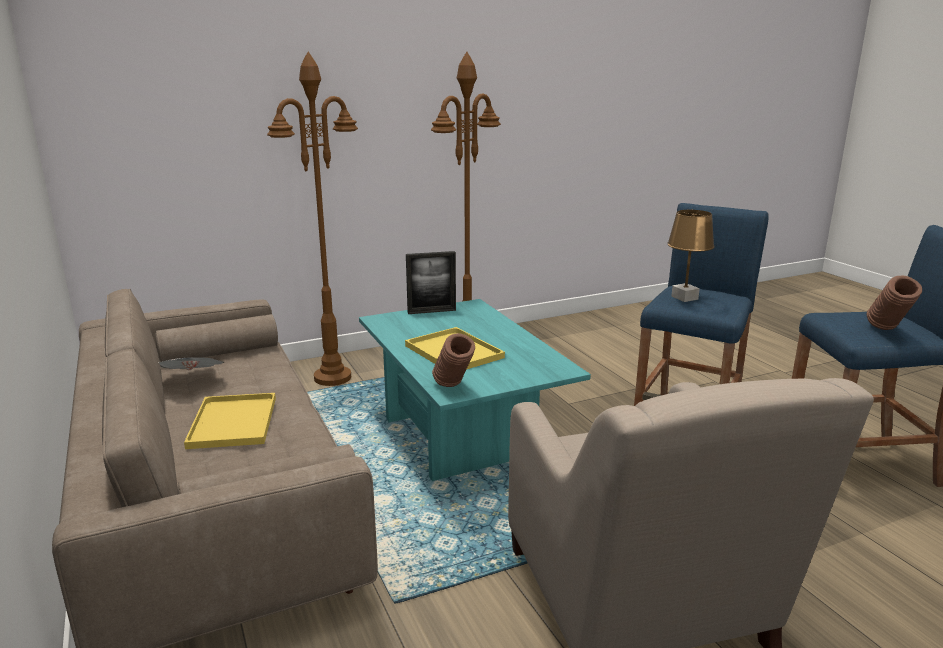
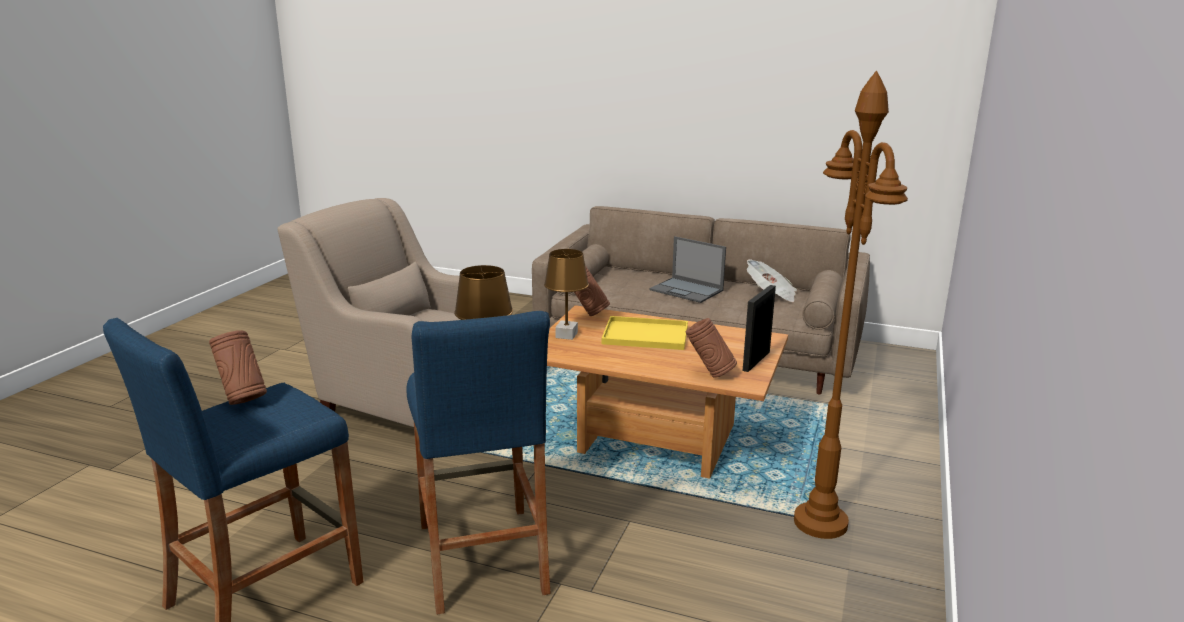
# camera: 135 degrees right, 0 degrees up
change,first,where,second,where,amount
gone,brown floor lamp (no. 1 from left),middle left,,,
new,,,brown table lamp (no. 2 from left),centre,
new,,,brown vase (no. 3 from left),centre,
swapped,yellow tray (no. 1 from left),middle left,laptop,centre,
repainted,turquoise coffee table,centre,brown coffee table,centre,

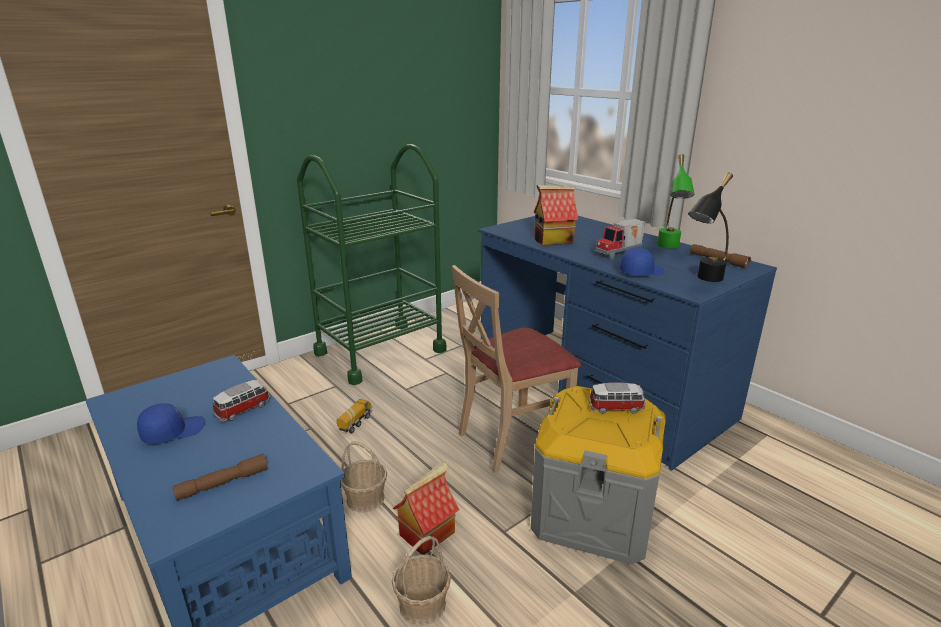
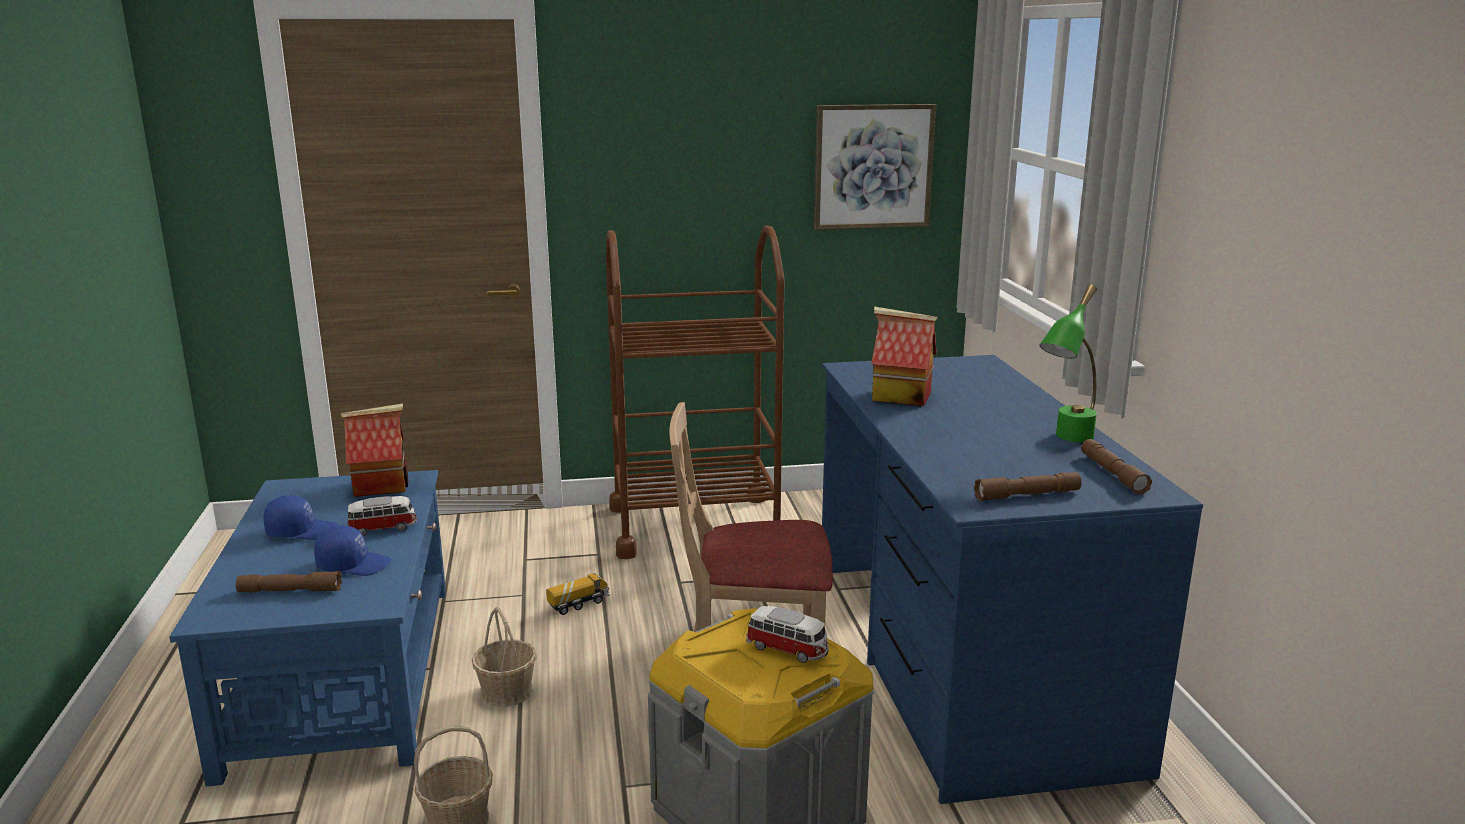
# camera: 30 degrees right, 5 degrees down
change,first,where,second,where,amount
gone,toy truck (no. 2 from left),centre,,,
new,,,picture,top centre,
shifted,toy house (no. 1 from left),bottom centre,,middle left,
shifted,blue cap (no. 2 from left),middle right,,bottom left,
swapped,black table lamp,middle right,brown flashlight (no. 2 from left),middle right,
repainted,green cart,centre,brown cart,centre,

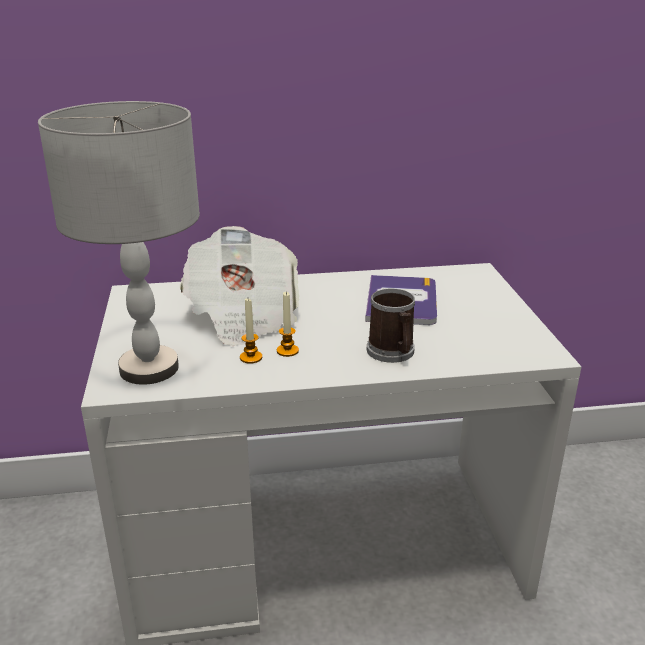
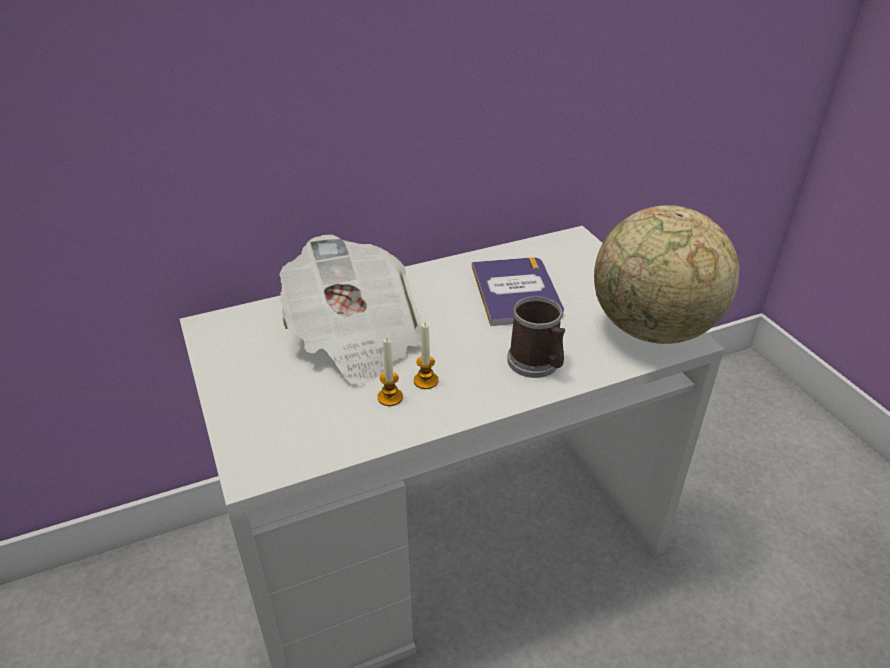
# camera: 15 degrees left, 10 degrees up
change,first,where,second,where,amount
gone,grey table lamp,middle left,,,
new,,,globe,middle right,

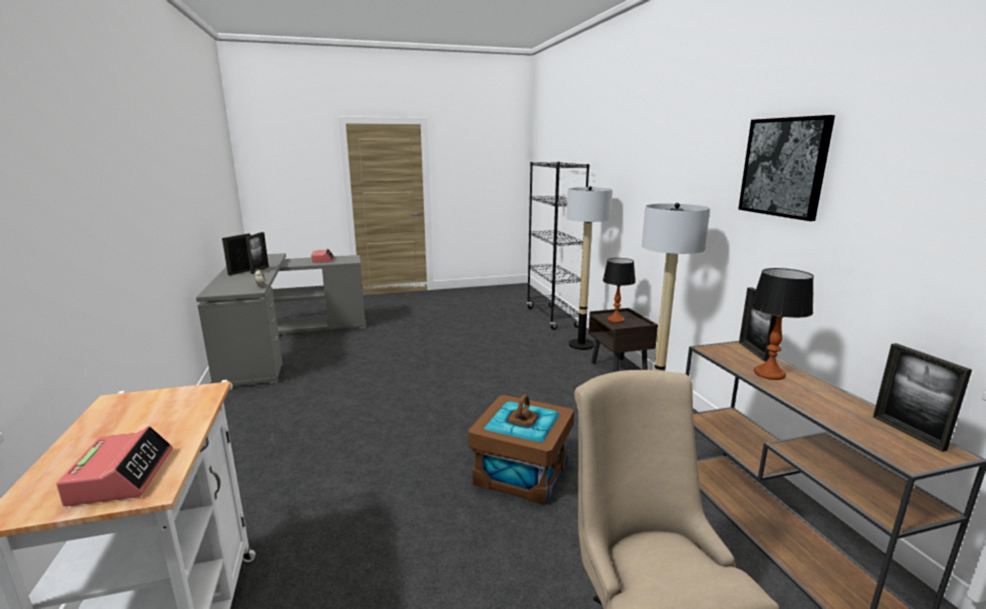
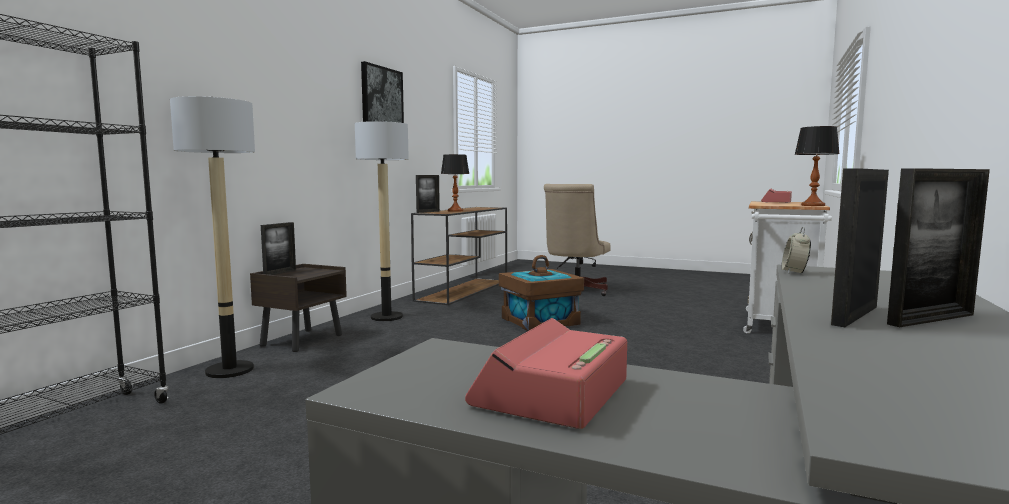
# camera: 140 degrees left, 10 degrees down
change,first,where,second,where,amount
shifted,table lamp (no. 1 from left in the first image),centre,table lamp (no. 2 from left),top right,
shifted,picture frame (no. 4 from left in the first image),middle right,picture frame (no. 1 from left),middle left,

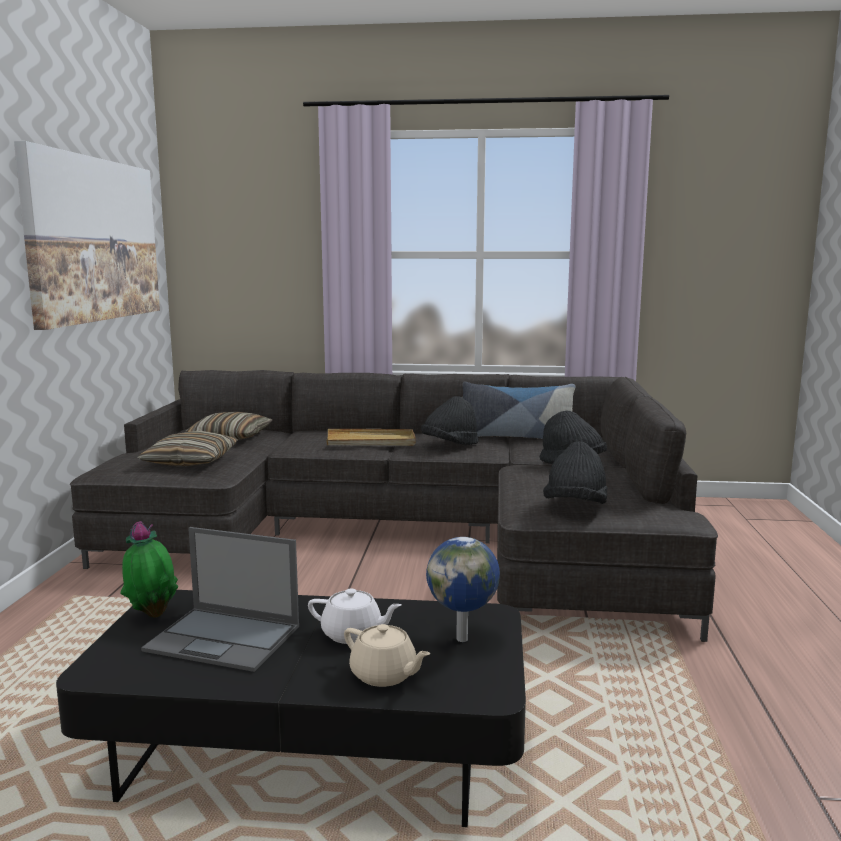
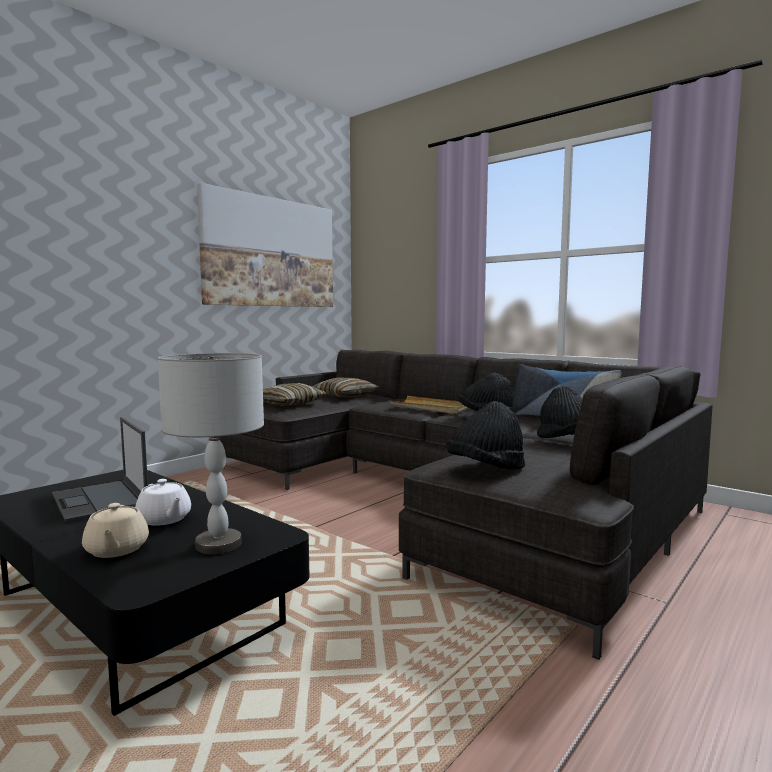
# camera: 35 degrees right, 5 degrees down
change,first,where,second,where,amount
gone,potted plant,bottom left,,,
swapped,globe,bottom centre,grey table lamp,middle left,

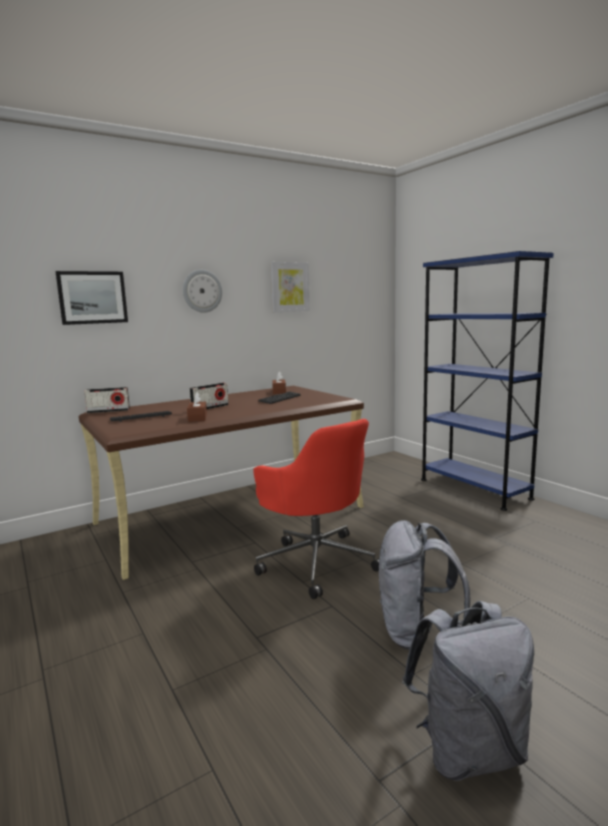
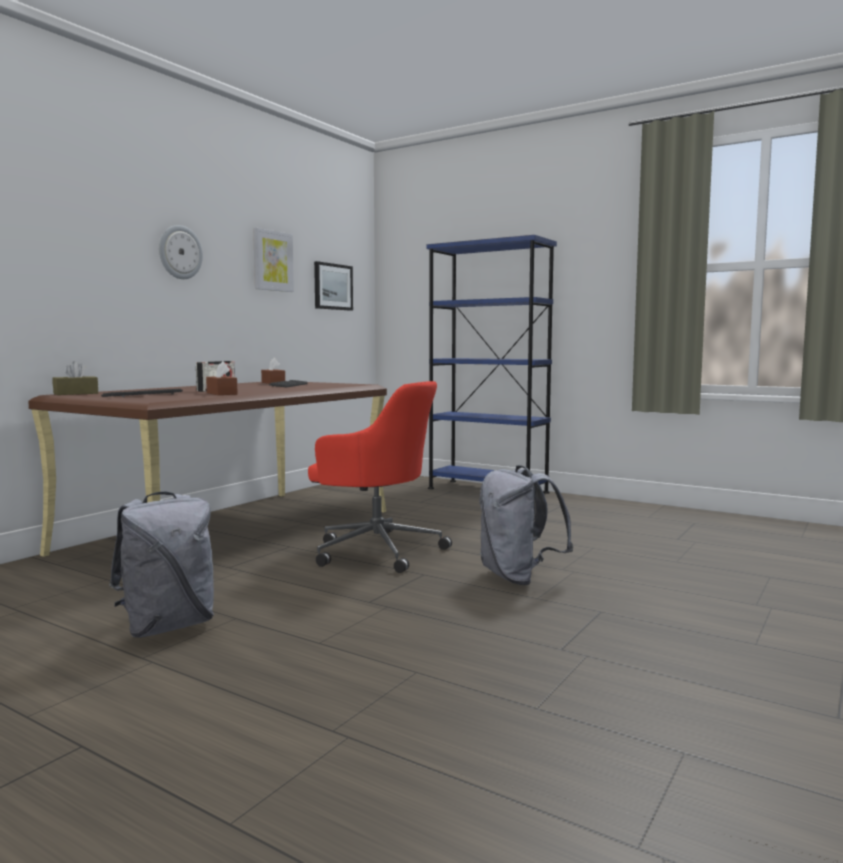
# camera: 25 degrees left, 5 degrees down
change,first,where,second,where,amount
shifted,picture (no. 1 from left in the first image),middle left,picture (no. 2 from left),top centre,
shifted,grey backpack (no. 2 from left in the first image),bottom right,grey backpack (no. 1 from left),middle left,
swapped,radio (no. 1 from left),middle left,brown tissue box (no. 1 from left),middle left,

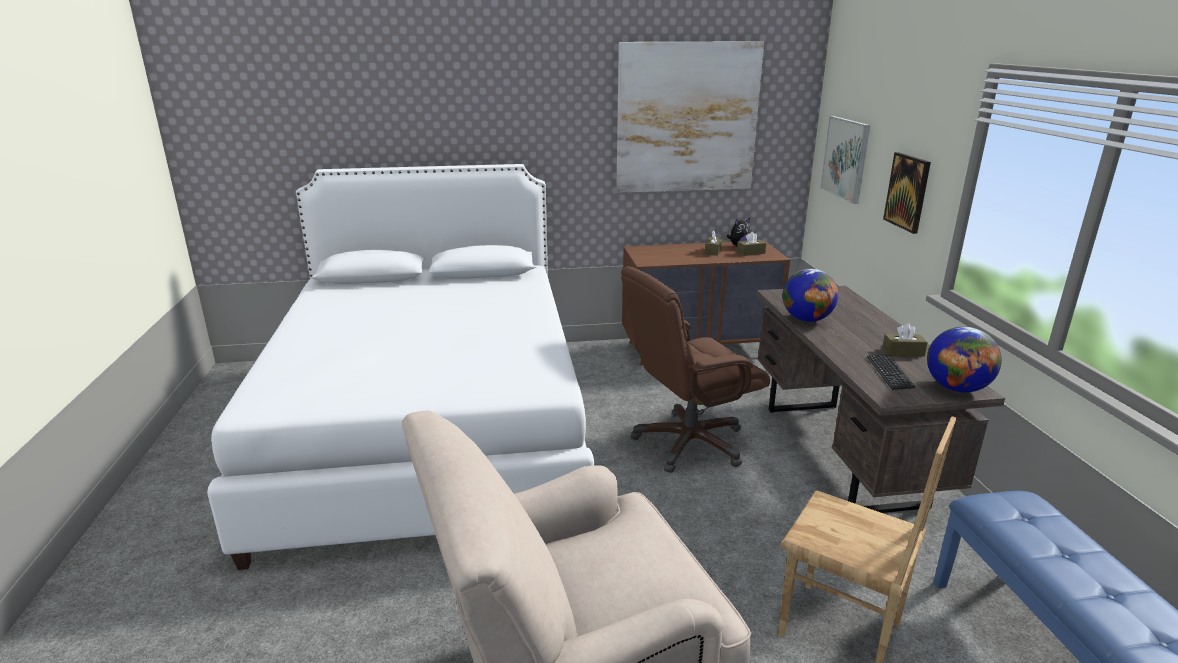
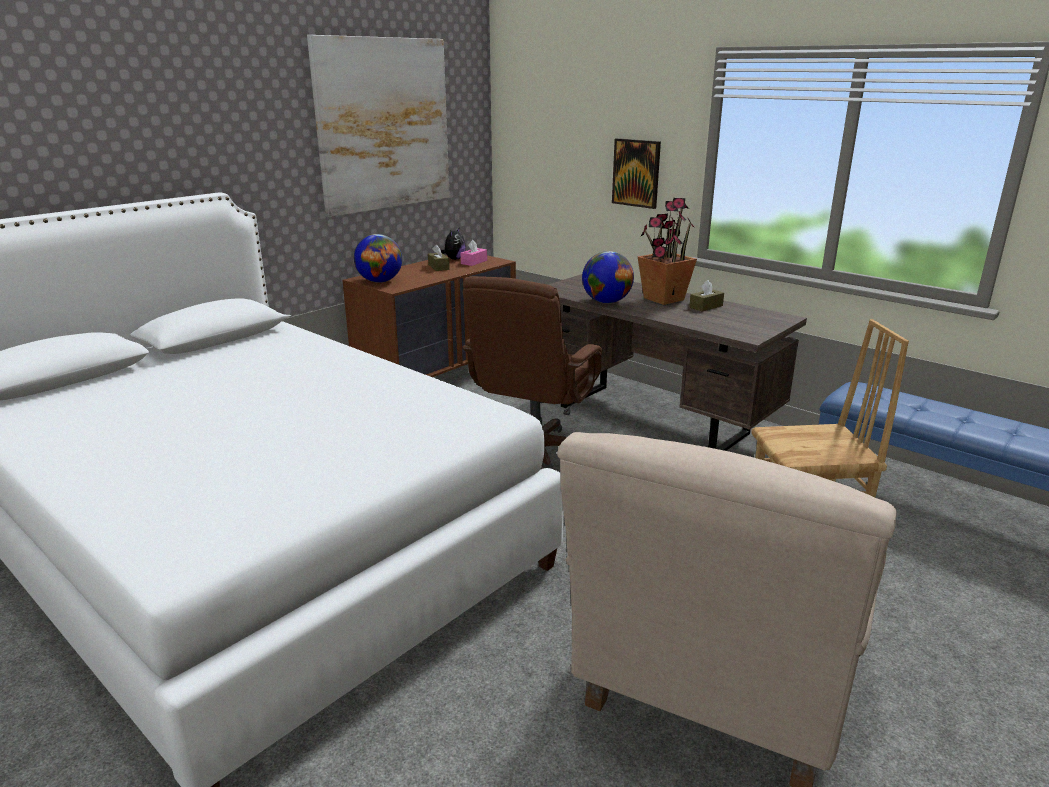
# camera: 40 degrees left, 0 degrees up
change,first,where,second,where,amount
gone,picture (no. 2 from left),top right,,,
gone,keyboard,middle right,,,
new,,,potted plant,top centre,
shifted,globe (no. 2 from left in the first image),middle right,globe (no. 1 from left),top centre,
repainted,brown tissue box (no. 2 from left),centre,pink tissue box,top centre,

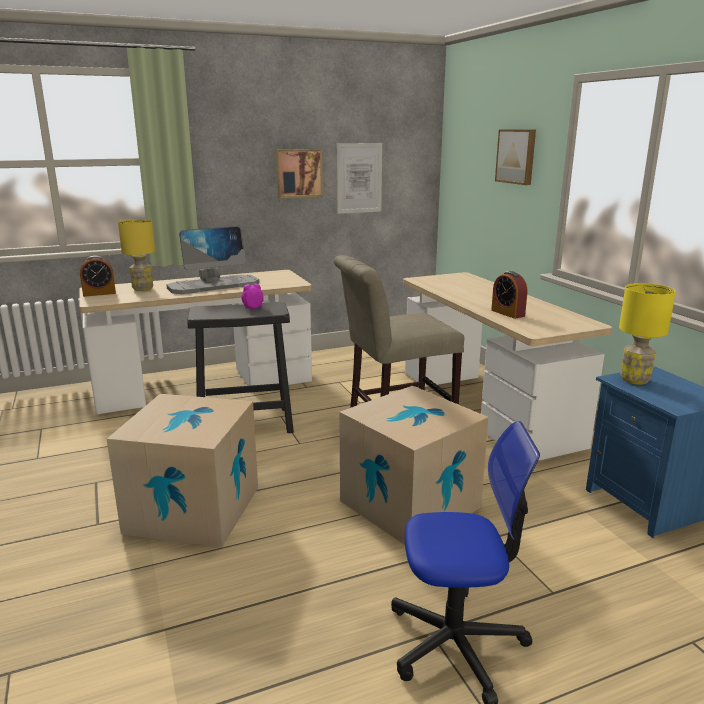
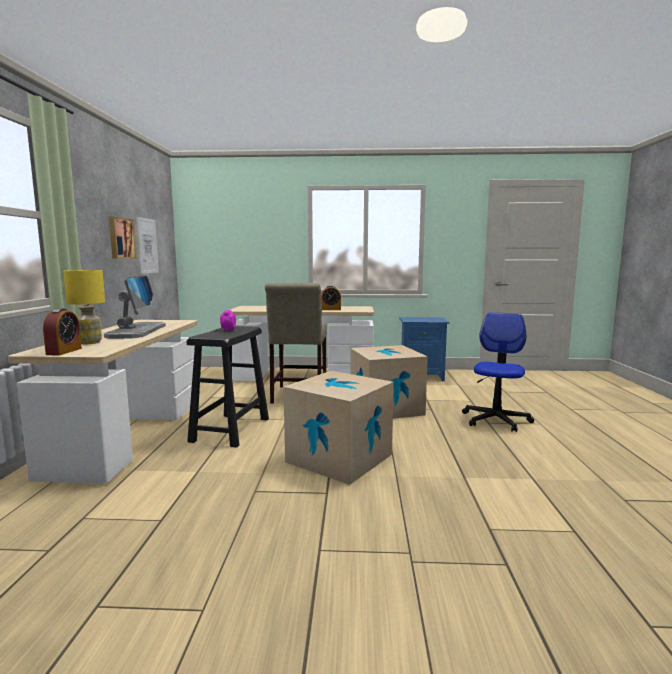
# camera: 65 degrees left, 10 degrees down
change,first,where,second,where,amount
gone,picture (no. 3 from left),top right,,,
gone,yellow table lamp (no. 2 from left),middle right,,,

